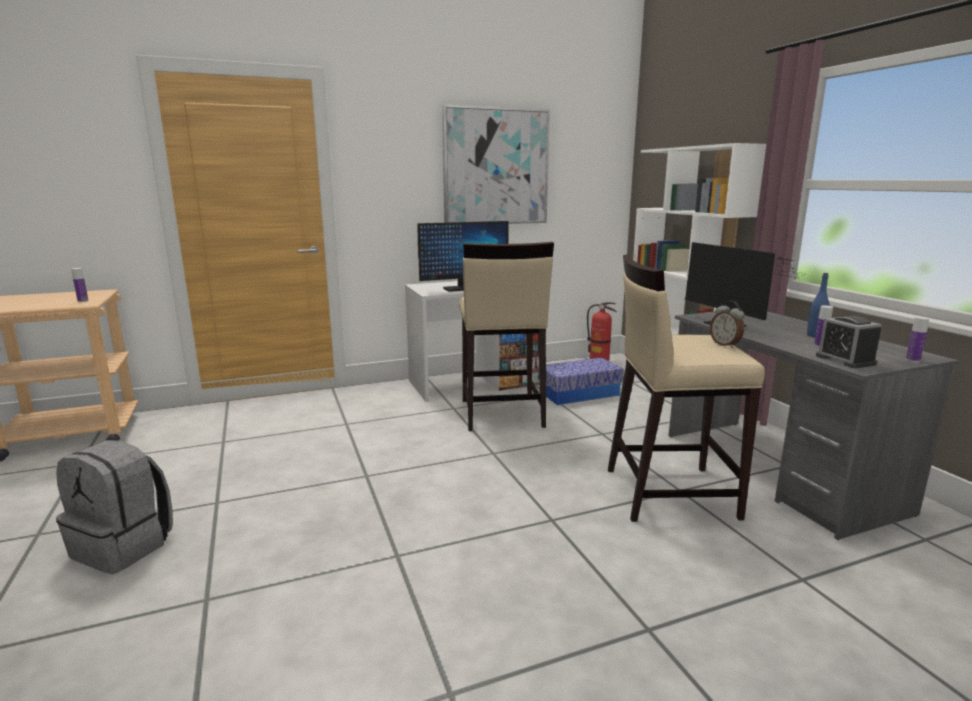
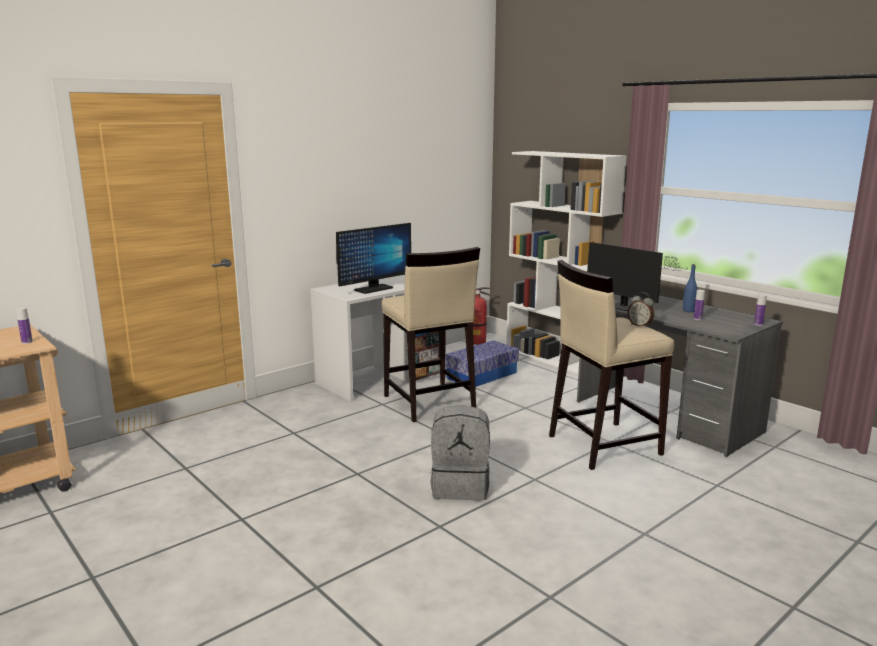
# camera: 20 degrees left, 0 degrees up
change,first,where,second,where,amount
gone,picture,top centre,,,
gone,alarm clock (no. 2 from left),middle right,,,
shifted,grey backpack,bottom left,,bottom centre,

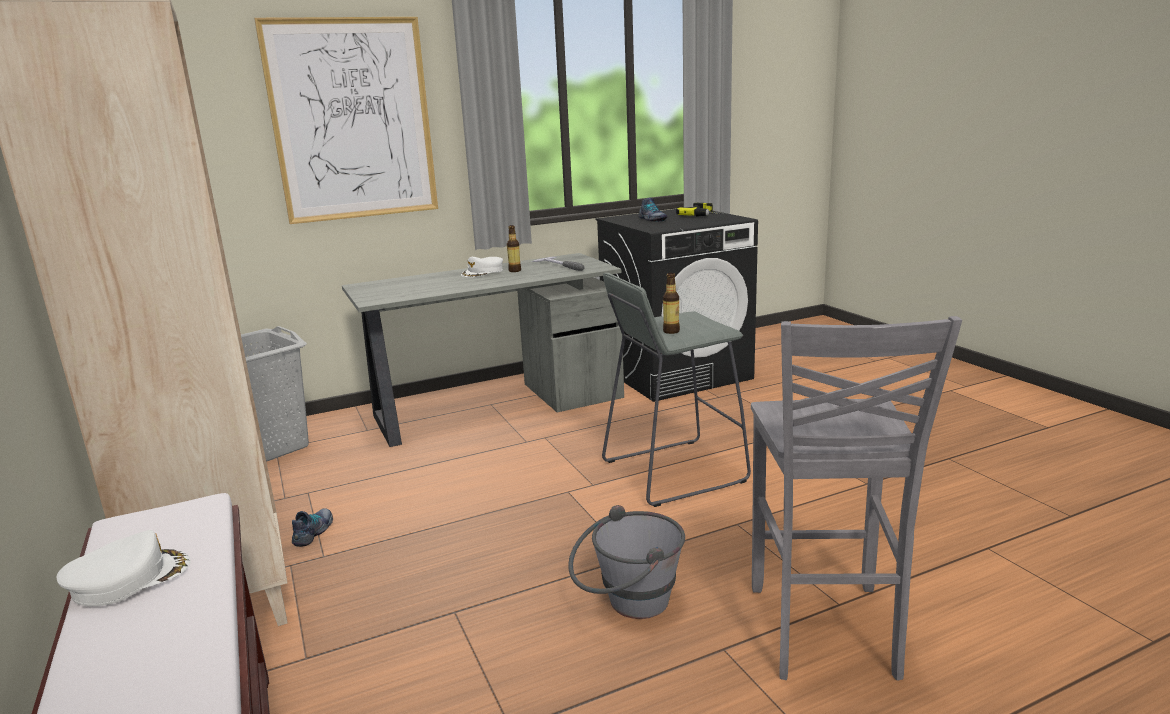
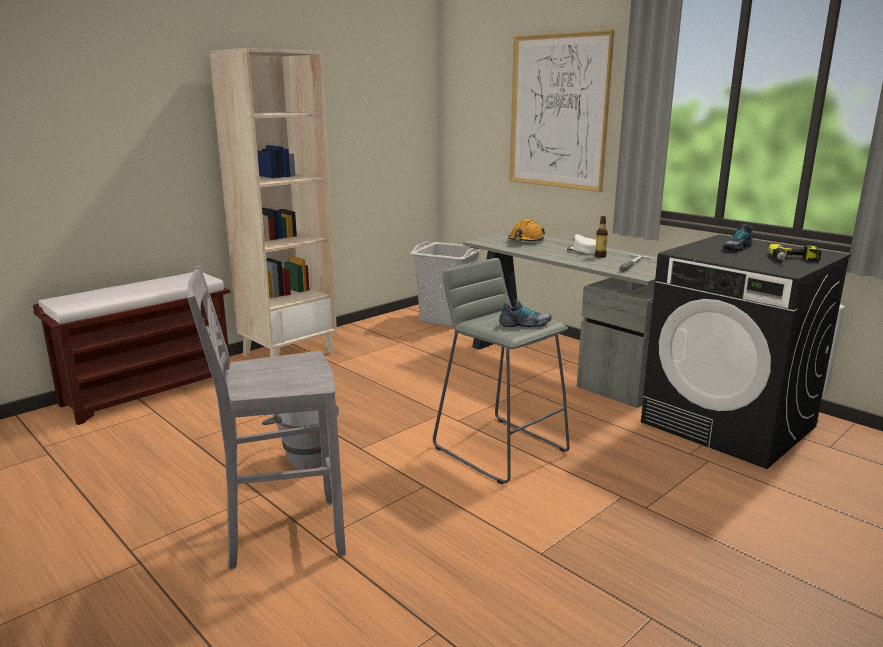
# camera: 70 degrees right, 0 degrees up
change,first,where,second,where,amount
gone,white cap (no. 1 from left),bottom left,,,
gone,bottle (no. 2 from left),centre,,,
new,,,orange hard hat,centre,
shifted,shoe (no. 1 from left),bottom left,,centre,

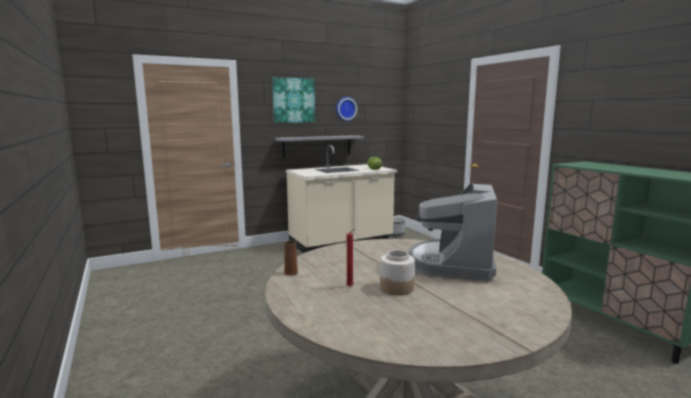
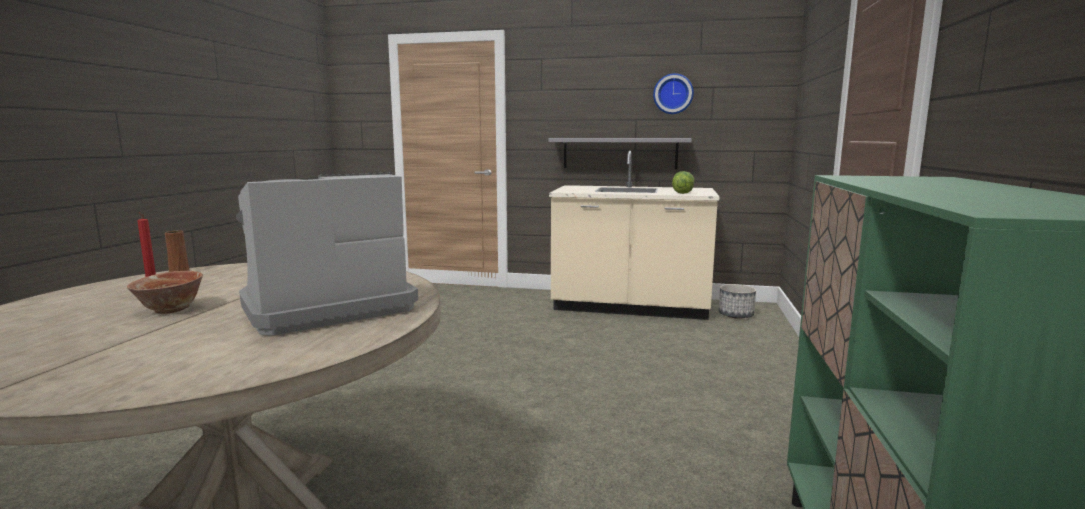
# camera: 40 degrees right, 0 degrees up
change,first,where,second,where,amount
gone,picture,top centre,,,
swapped,jar,bottom centre,bowl,middle left,

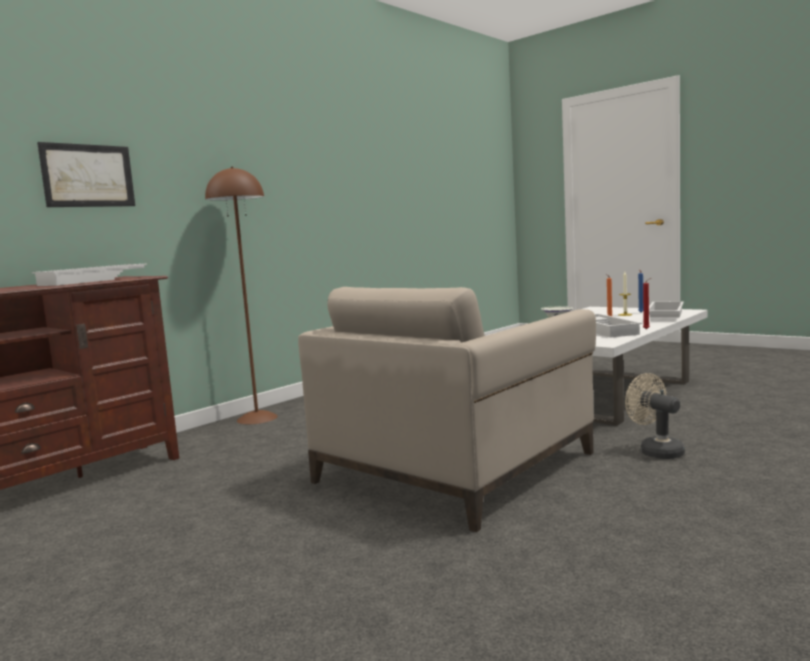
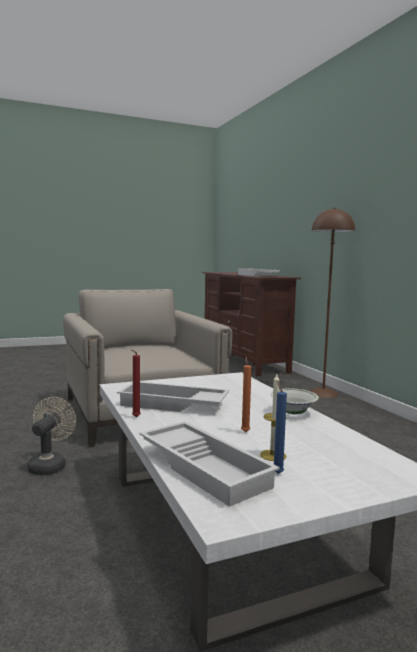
# camera: 115 degrees right, 0 degrees up
change,first,where,second,where,amount
gone,picture,top left,,,
rotated,beige fan,middle right,,bottom left,75 degrees counterclockwise

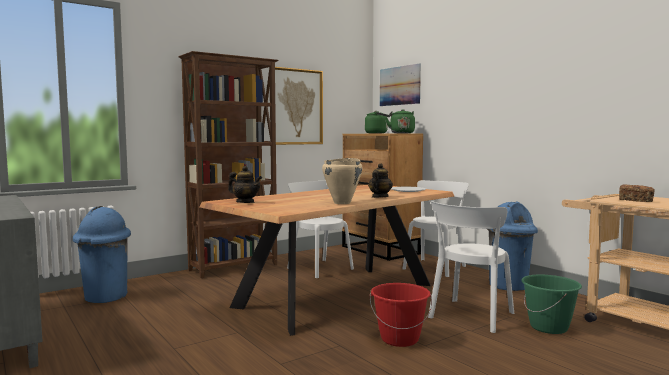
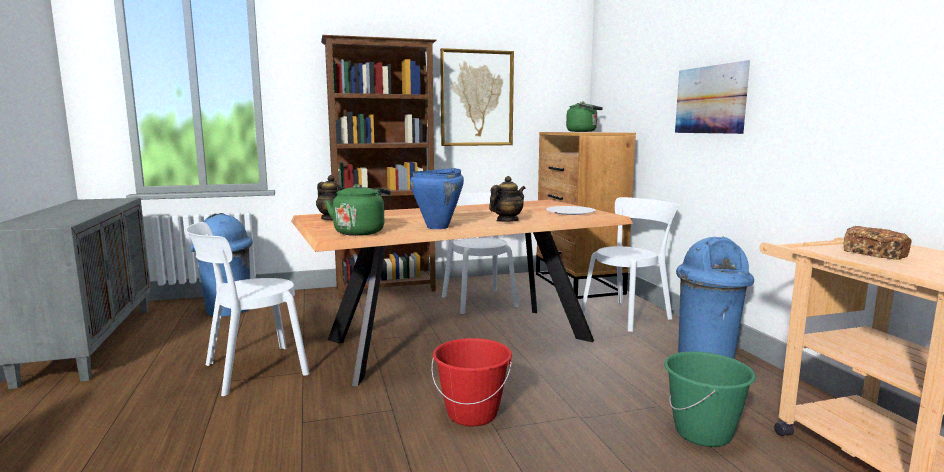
# camera: 20 degrees right, 5 degrees up
change,first,where,second,where,amount
shifted,picture (no. 2 from left),top centre,,top right,
shifted,green kettle (no. 2 from left in the first image),top centre,green kettle (no. 1 from left),centre,
shifted,white chair (no. 3 from left in the first image),bottom right,white chair (no. 1 from left),middle left,
repainted,beige cooking pot,centre,blue cooking pot,centre,

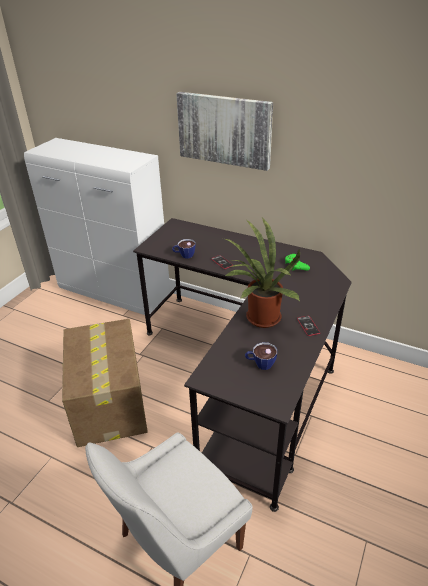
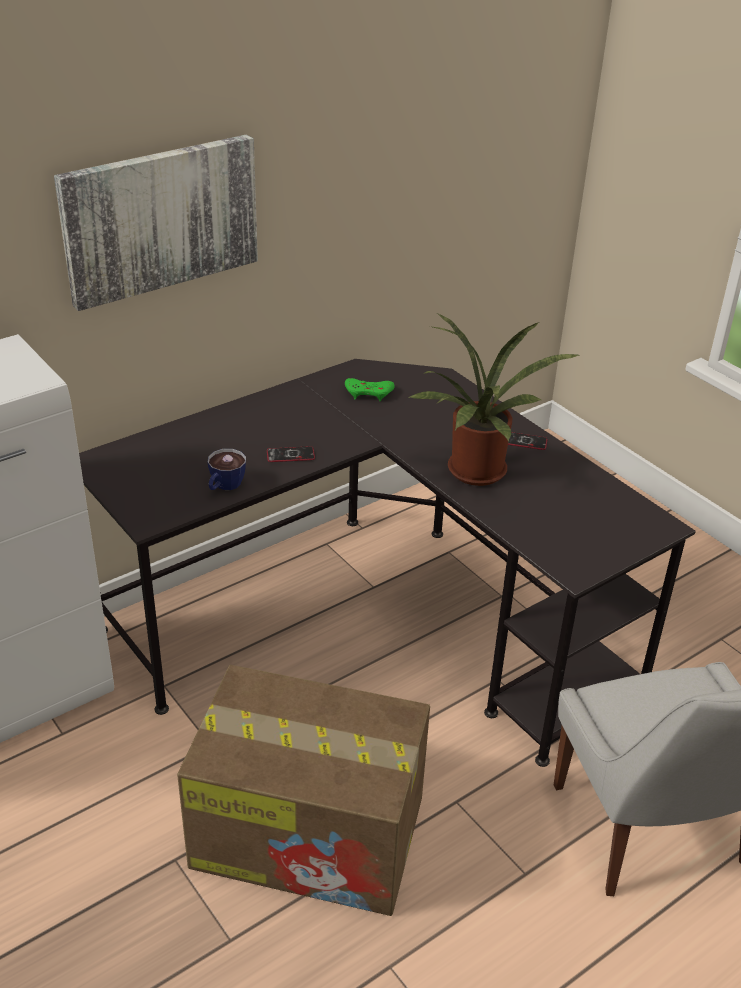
# camera: 65 degrees left, 0 degrees up
change,first,where,second,where,amount
gone,cup (no. 2 from left),centre,,,

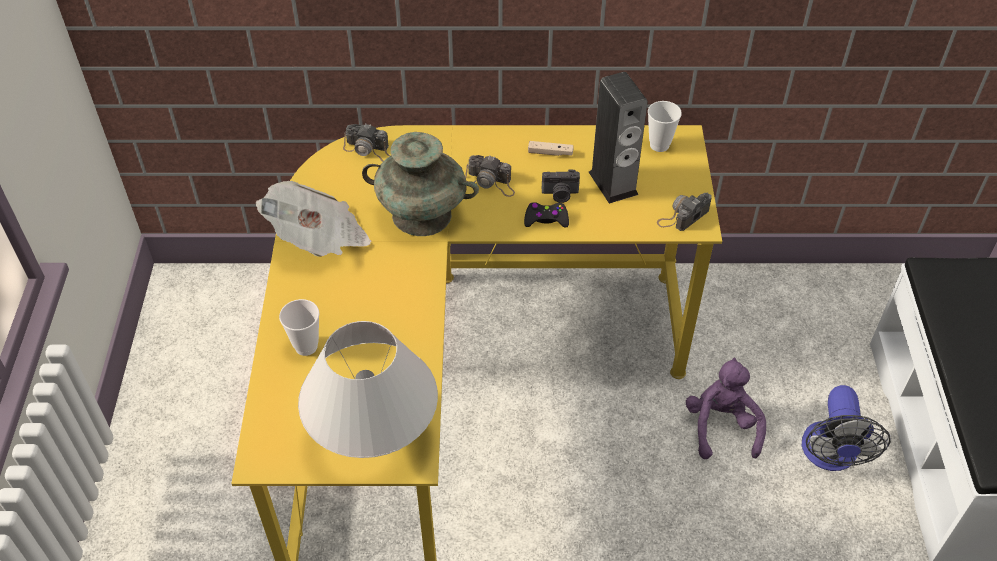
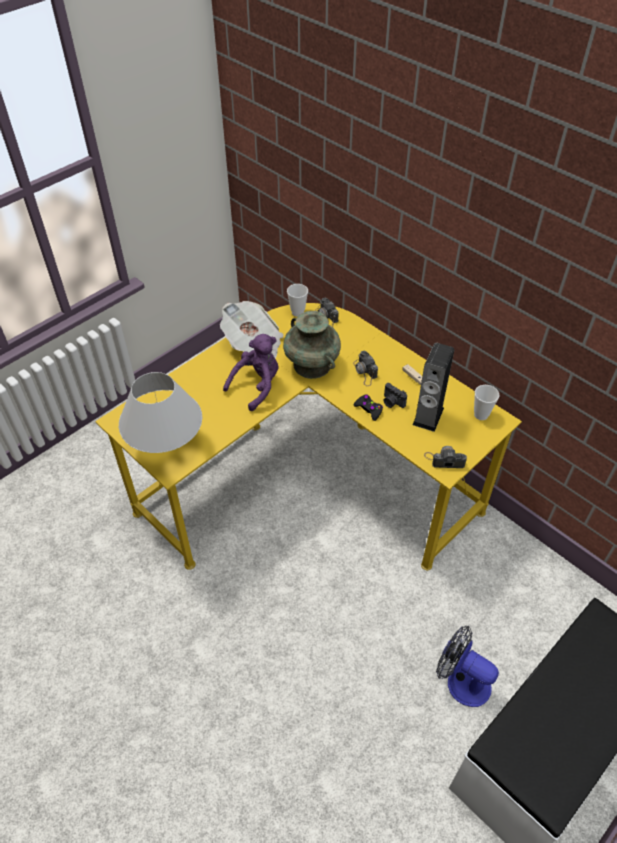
# camera: 45 degrees right, 0 degrees up
change,first,where,second,where,amount
shifted,cup (no. 1 from left),middle left,,centre,
shifted,purple plush toy,bottom right,,centre,
rotated,fan,bottom right,,bottom right,75 degrees clockwise

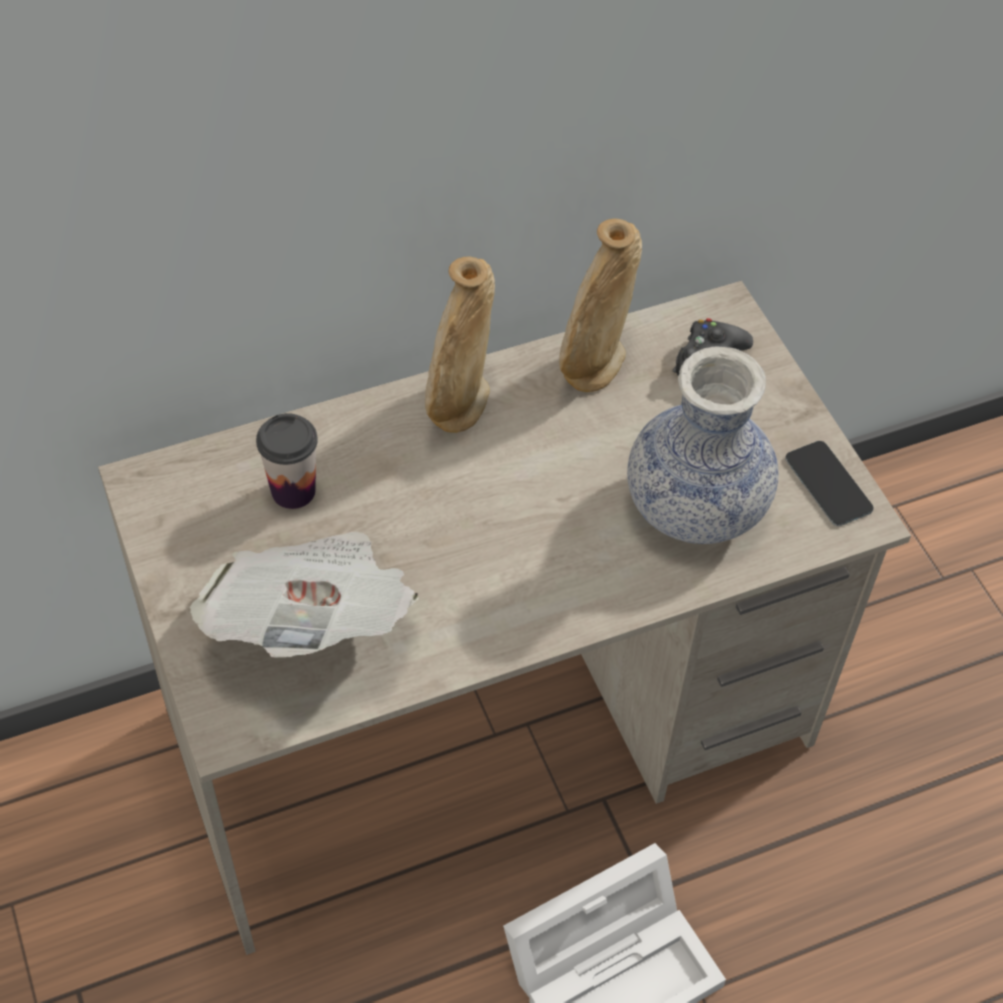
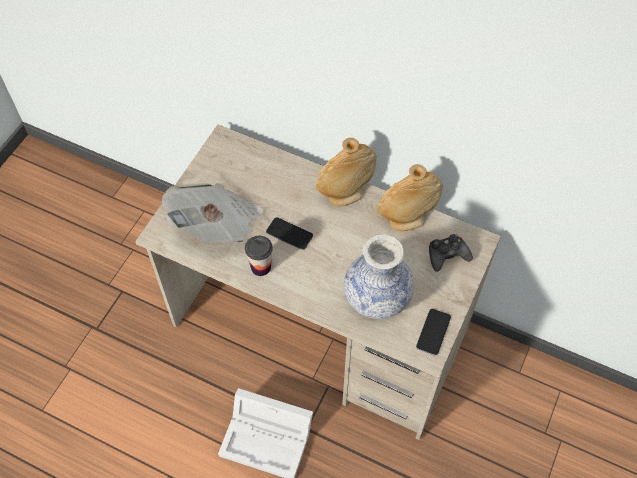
# camera: 50 degrees right, 5 degrees up
change,first,where,second,where,amount
new,,,phone (no. 1 from left),centre,
shifted,cup,middle left,,centre,

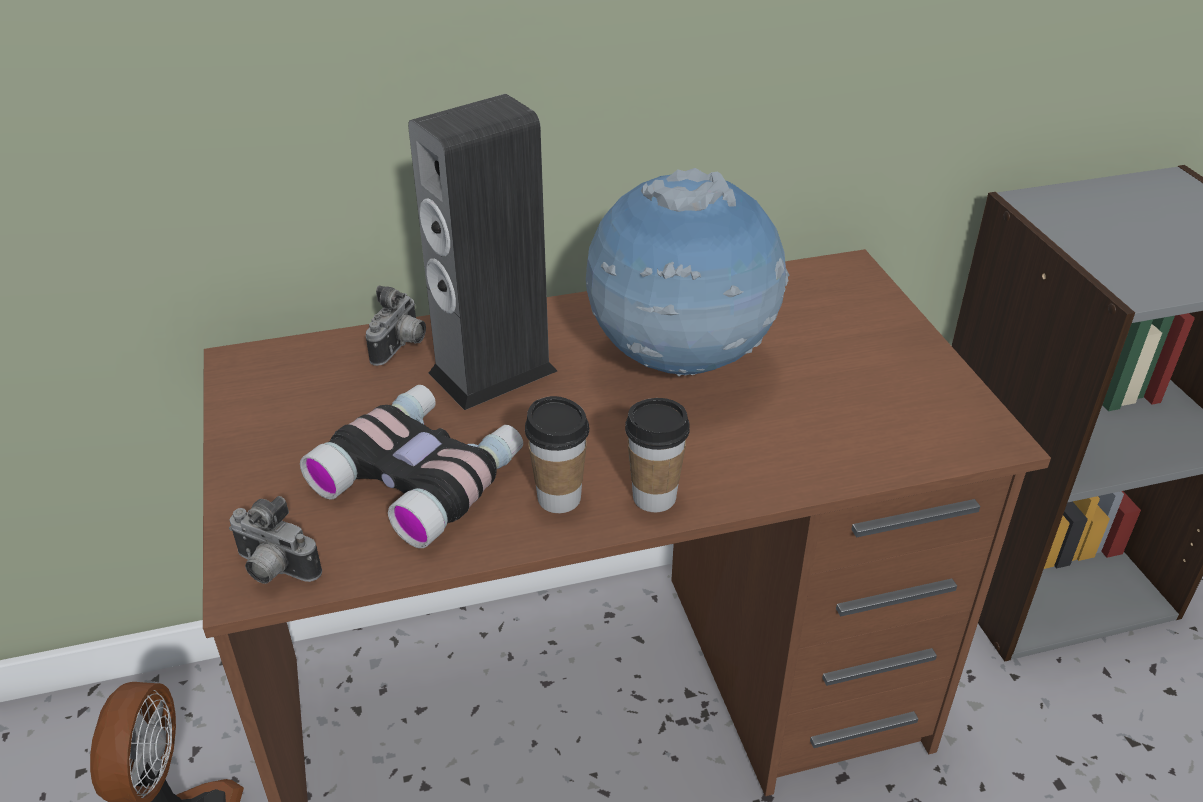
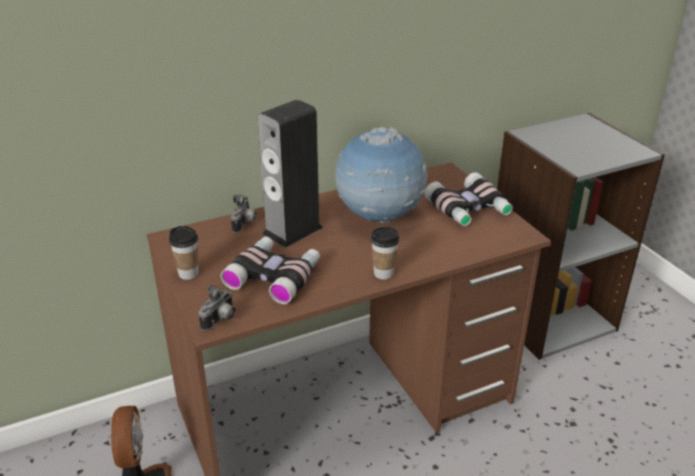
# camera: 10 degrees left, 5 degrees down
change,first,where,second,where,amount
new,,,binoculars (no. 2 from left),middle right,
shifted,cup (no. 1 from left),centre,,middle left,
rotated,photo camera (no. 1 from left),bottom left,,middle left,75 degrees counterclockwise

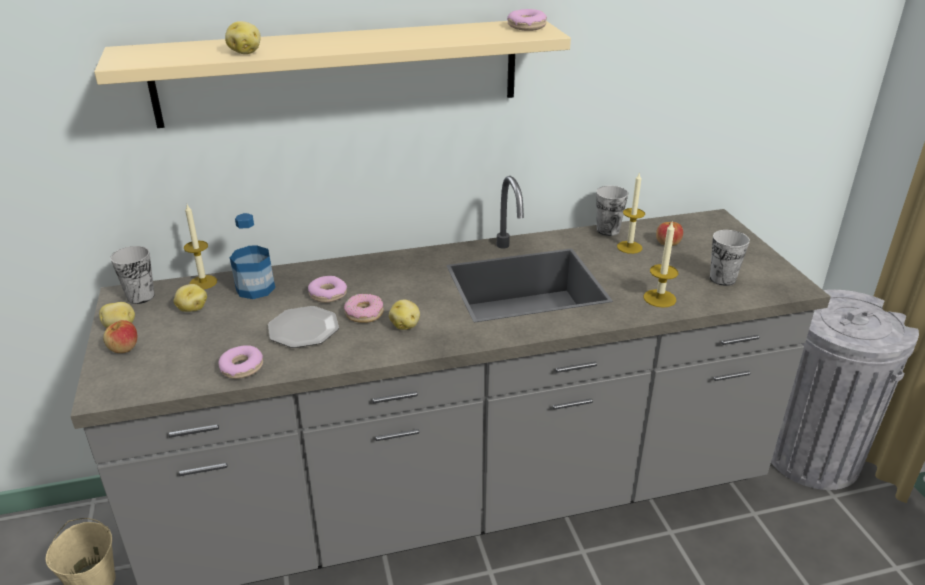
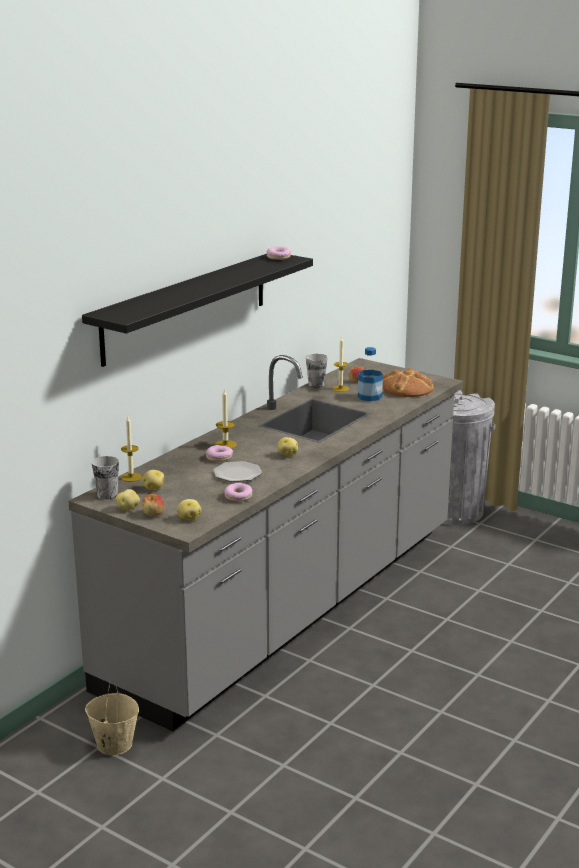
# camera: 40 degrees left, 10 degrees down
change,first,where,second,where,amount
gone,donut (no. 3 from left),centre,,,
shifted,potato (no. 3 from left),top left,,middle left,
shifted,bottle,middle left,,centre,
shifted,candle (no. 3 from left in the first image),middle right,candle (no. 2 from left),centre,
swapped,cup (no. 3 from left),middle right,bread,middle right,
repainted,beige shelf,top centre,black shelf,centre,

